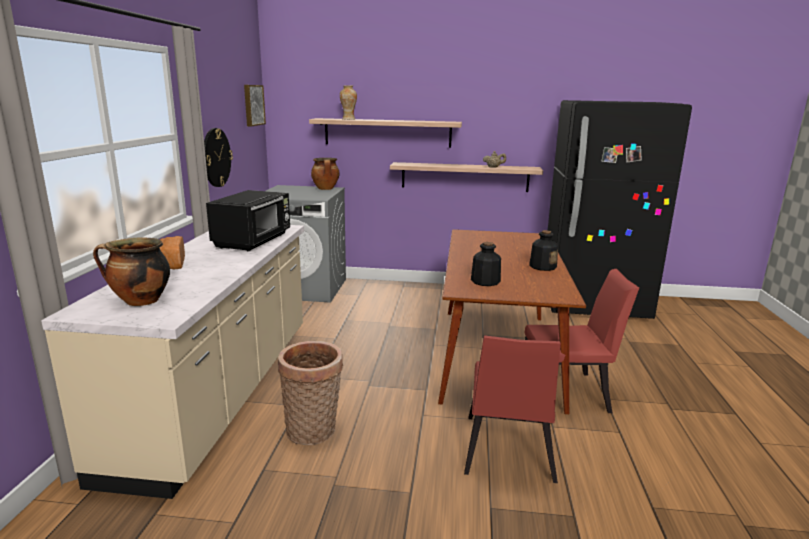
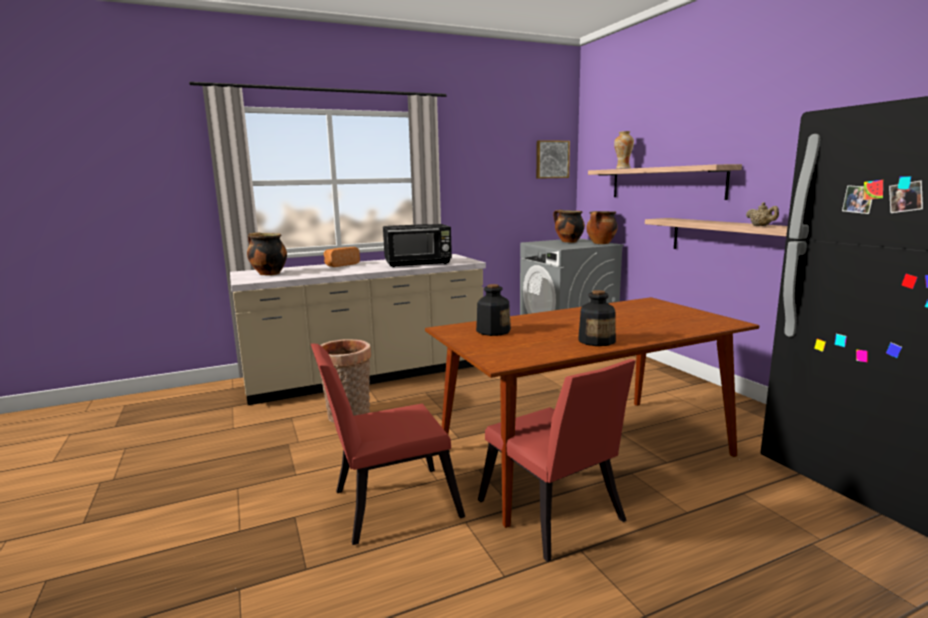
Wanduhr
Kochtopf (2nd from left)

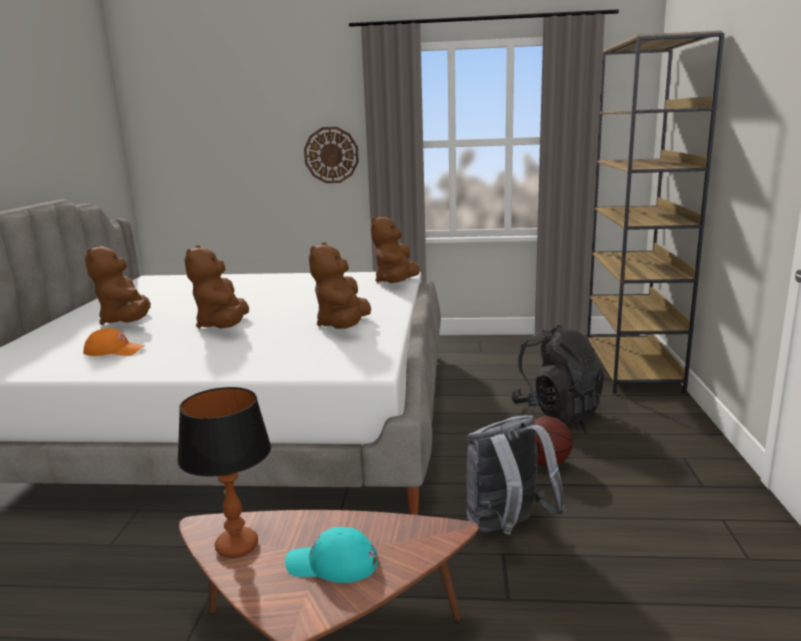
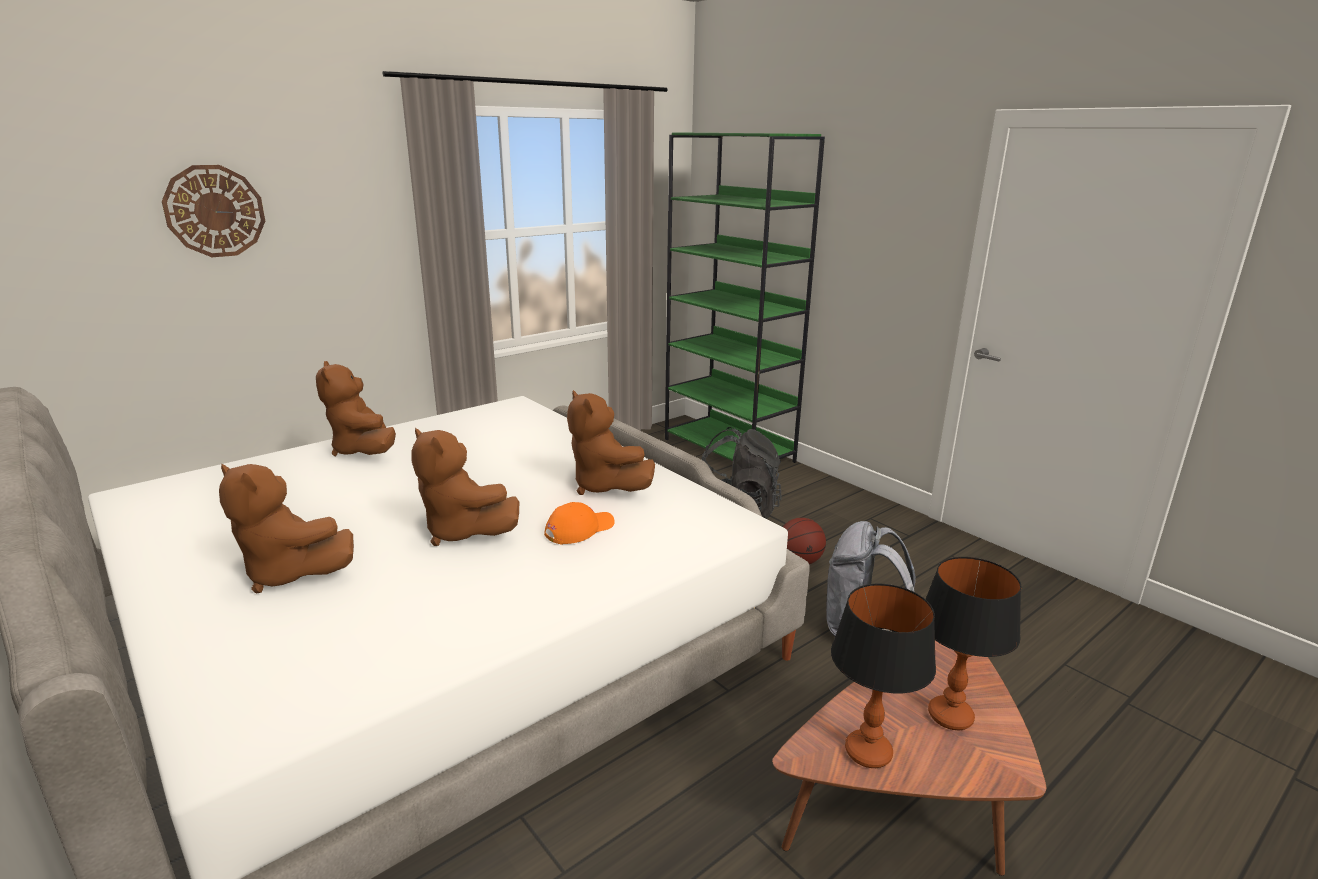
Bücherregal/grün
Wanduhr
Plüschtier/braun (2nd from left)
Kappe/orange
Tischlampe (2nd from left)

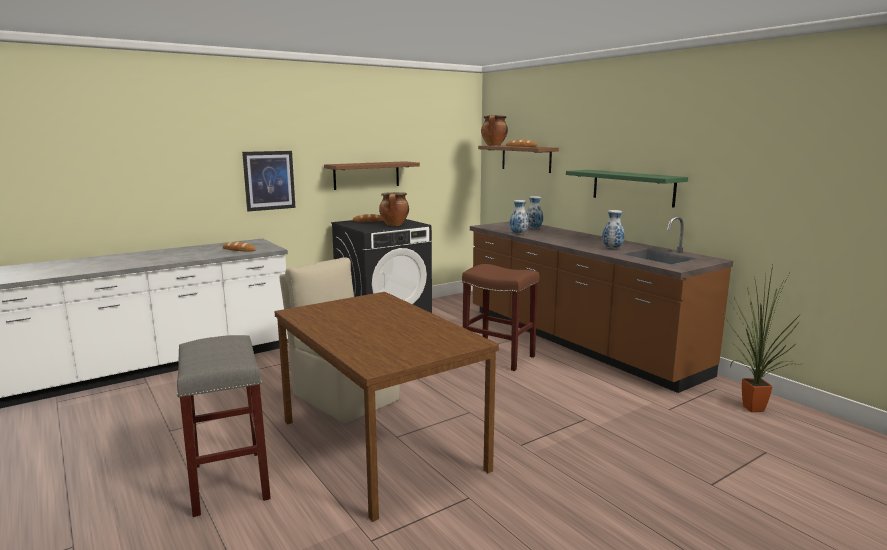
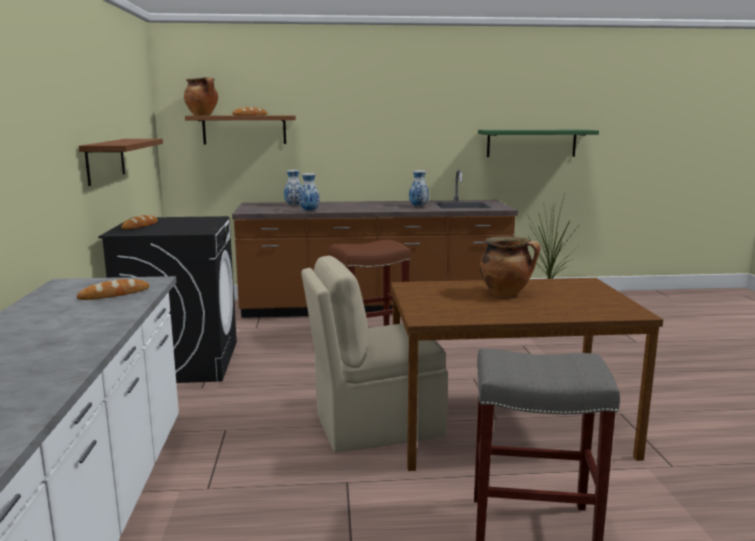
Bild
Wandregal/grün
Kochtopf (2nd from left)

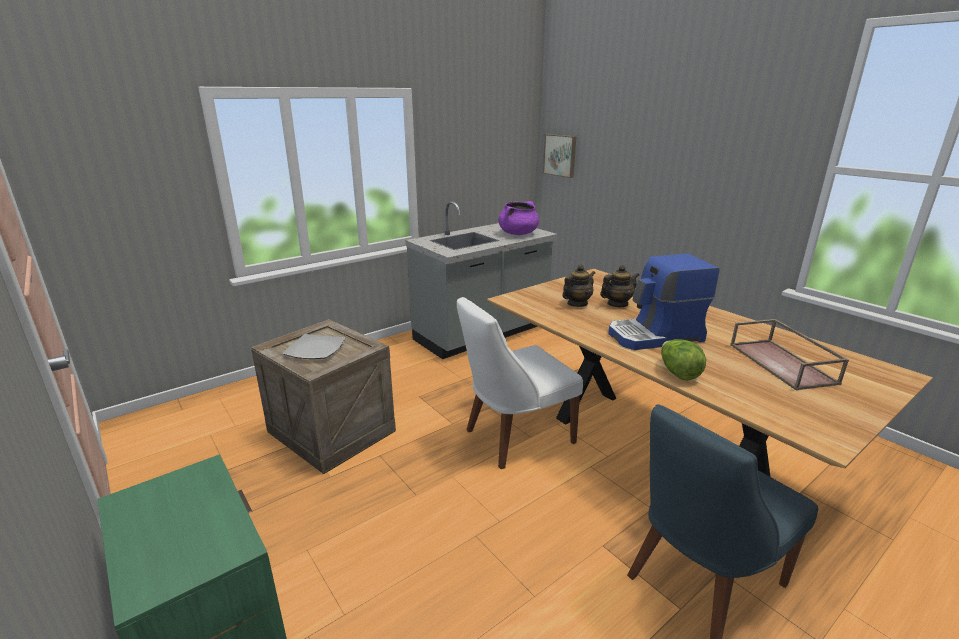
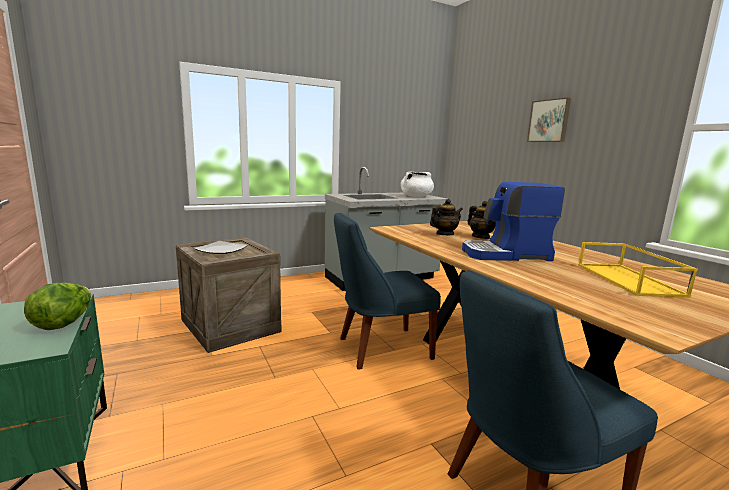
Bild
Kochtopf/weiß
Teekanne (2nd from left)
Stuhl/blau (1st from left)
Tablett/gelb
Salatkopf

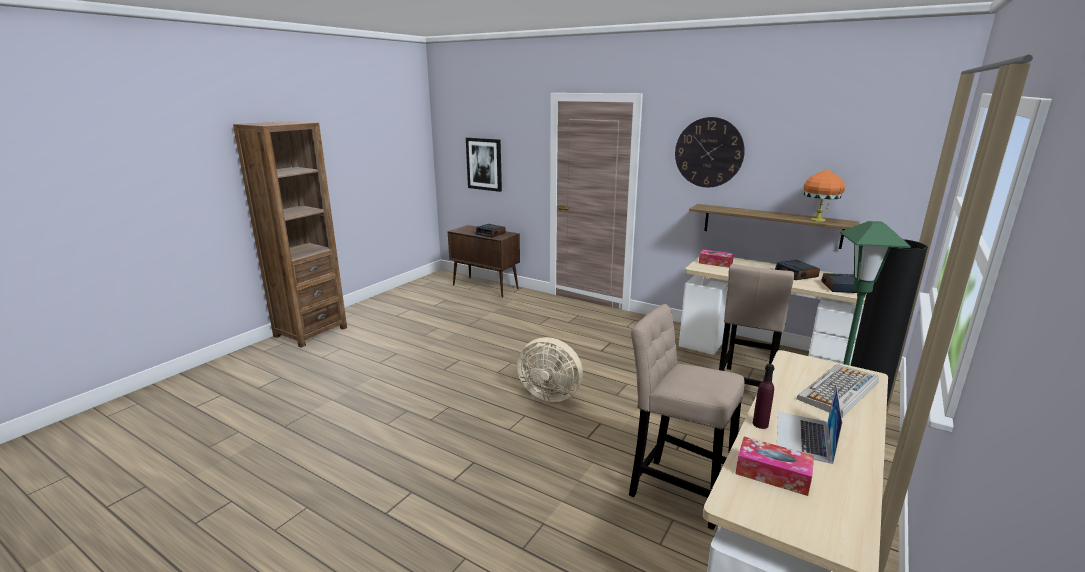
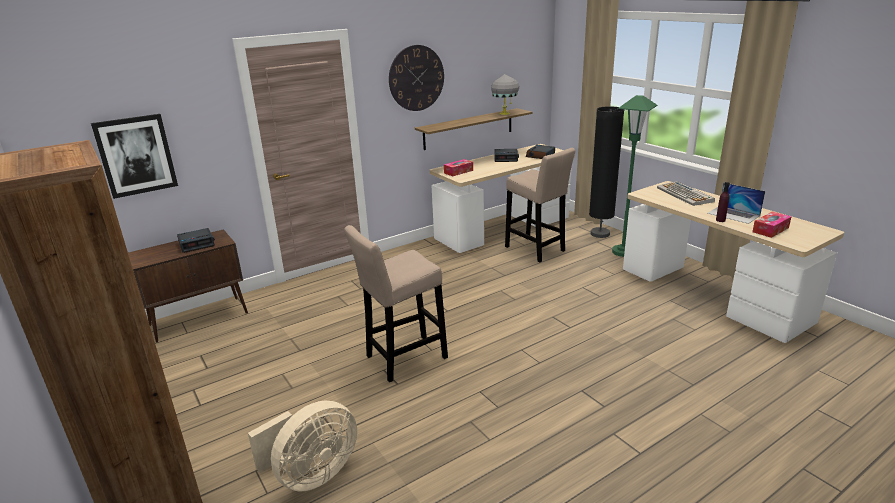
Tischlampe/grau
Hocker/beige (1st from left)
Ventilator/beige

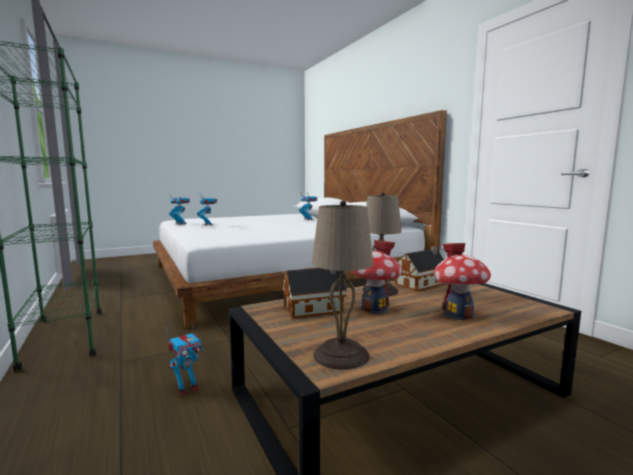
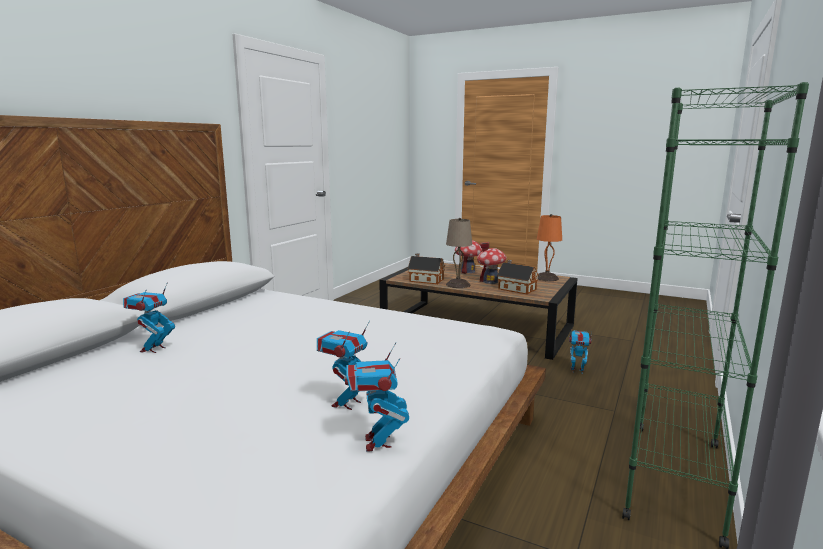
Tischlampe/orange

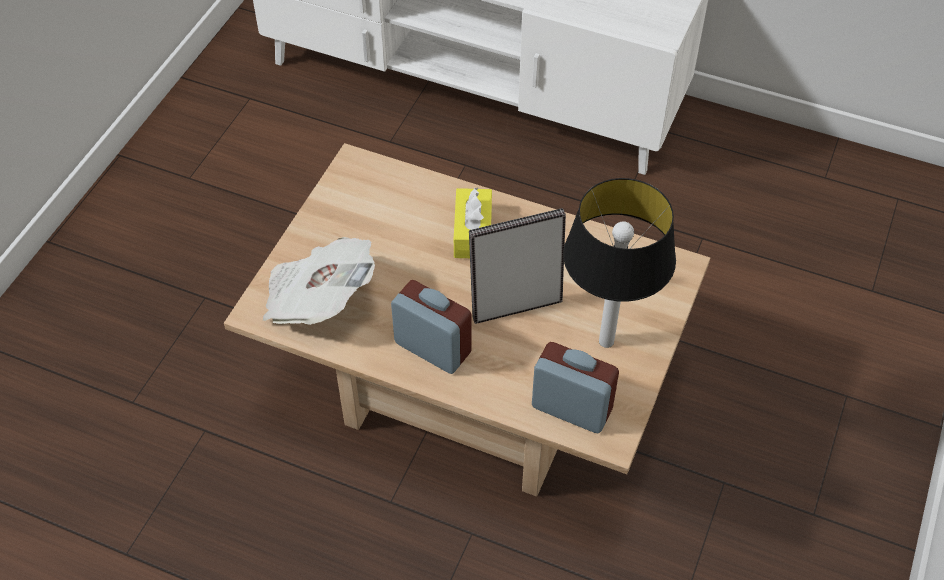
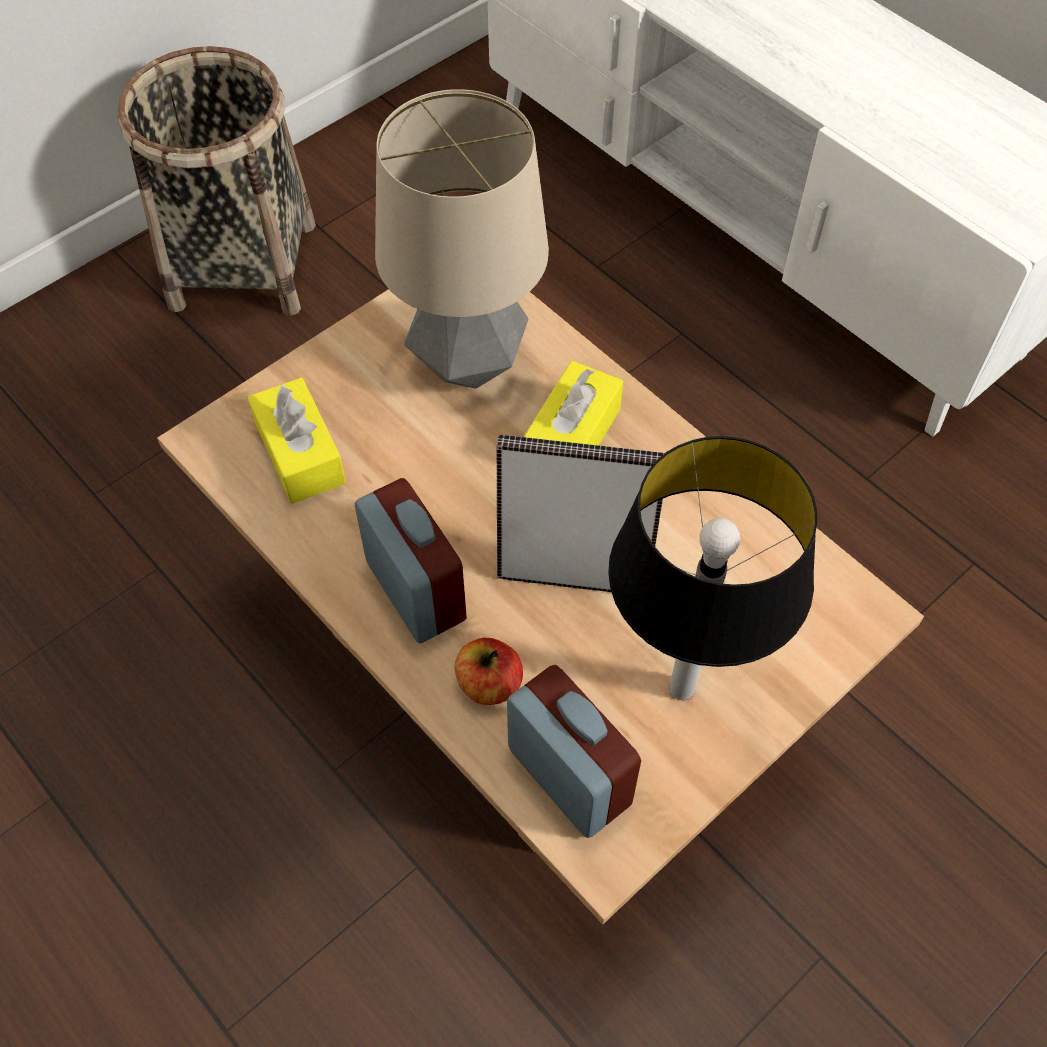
Taschentuchbox/gelb (1st from left)
Korb
Tischlampe (1st from left)
Apfel

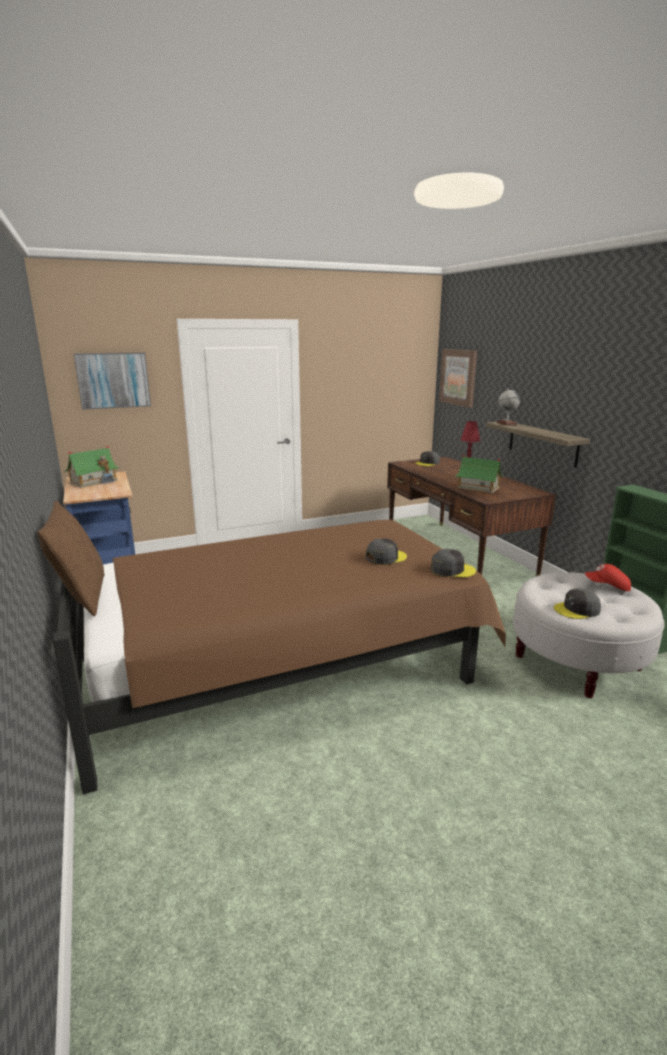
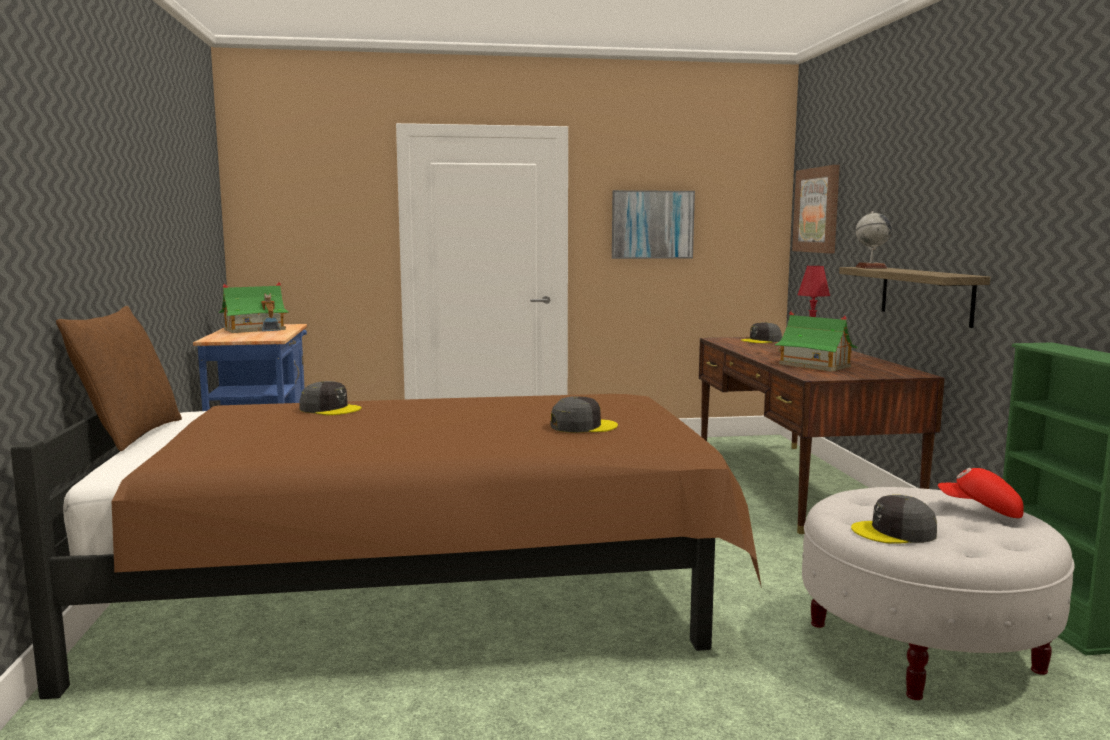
Bild (1st from left)
Kappe/grau (1st from left)

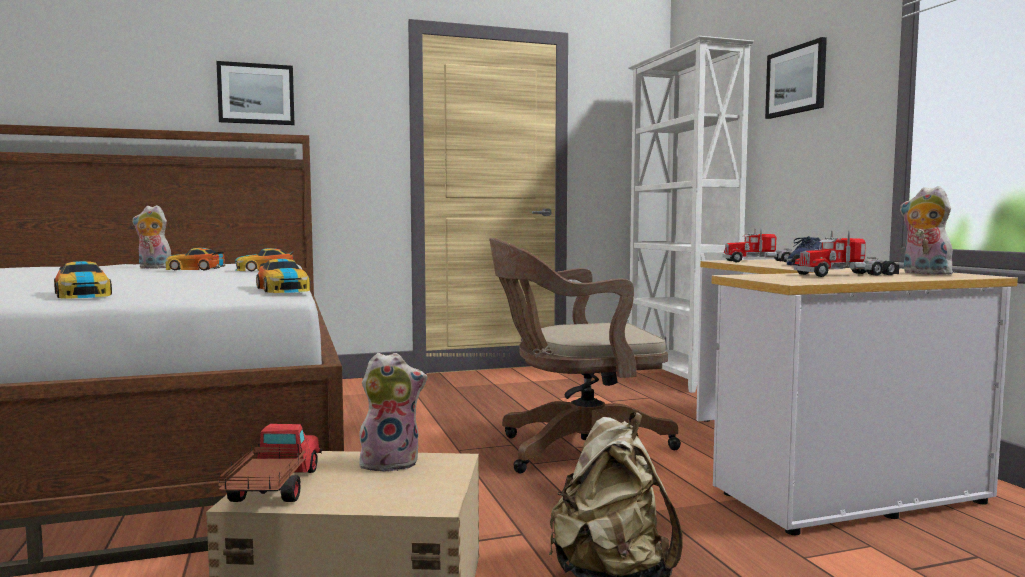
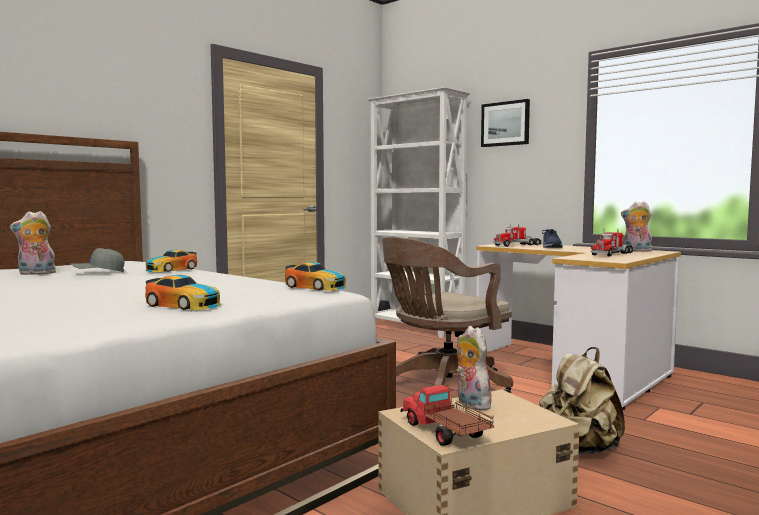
Bild (1st from left in the first image)
Kappe/grau
Plüschtier (2nd from left)

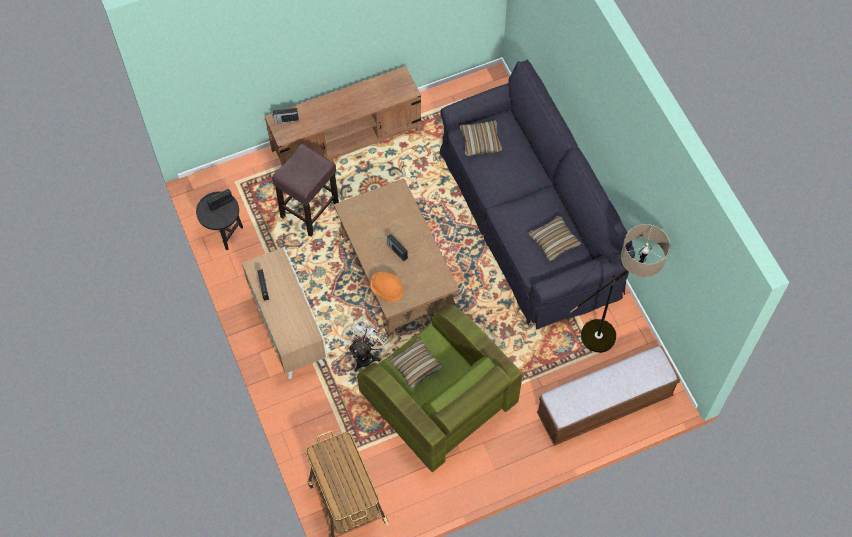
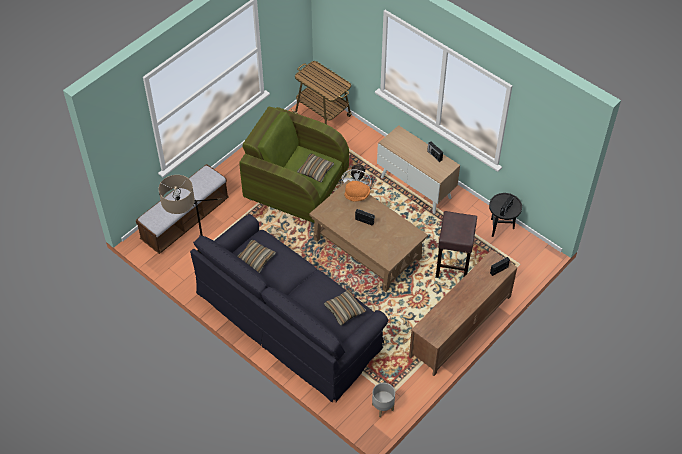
Pflanzkübel/grau

